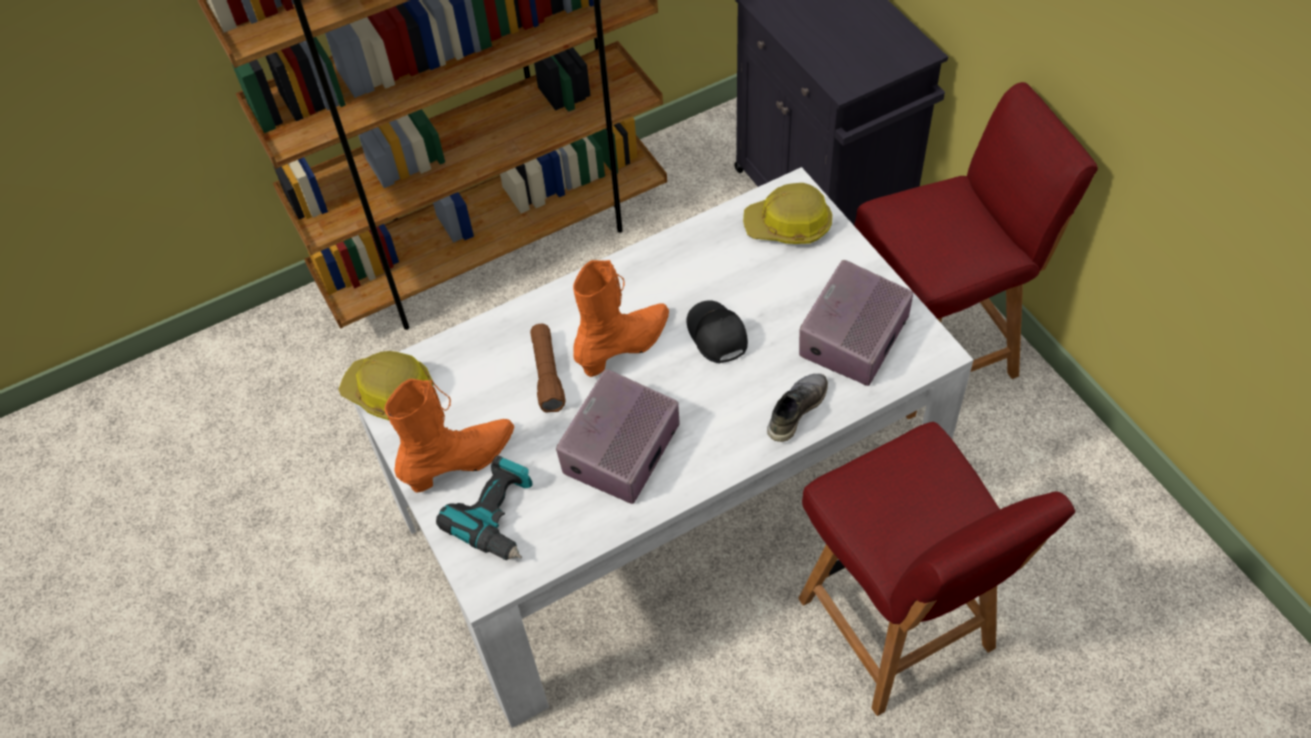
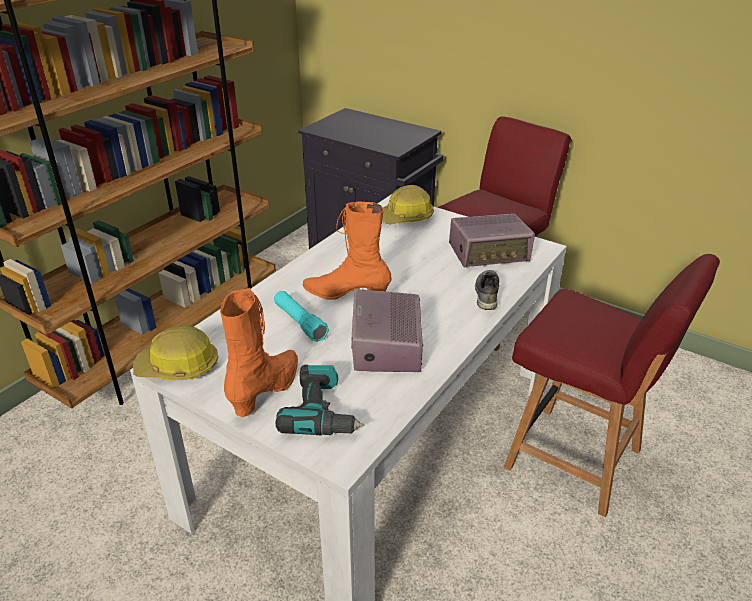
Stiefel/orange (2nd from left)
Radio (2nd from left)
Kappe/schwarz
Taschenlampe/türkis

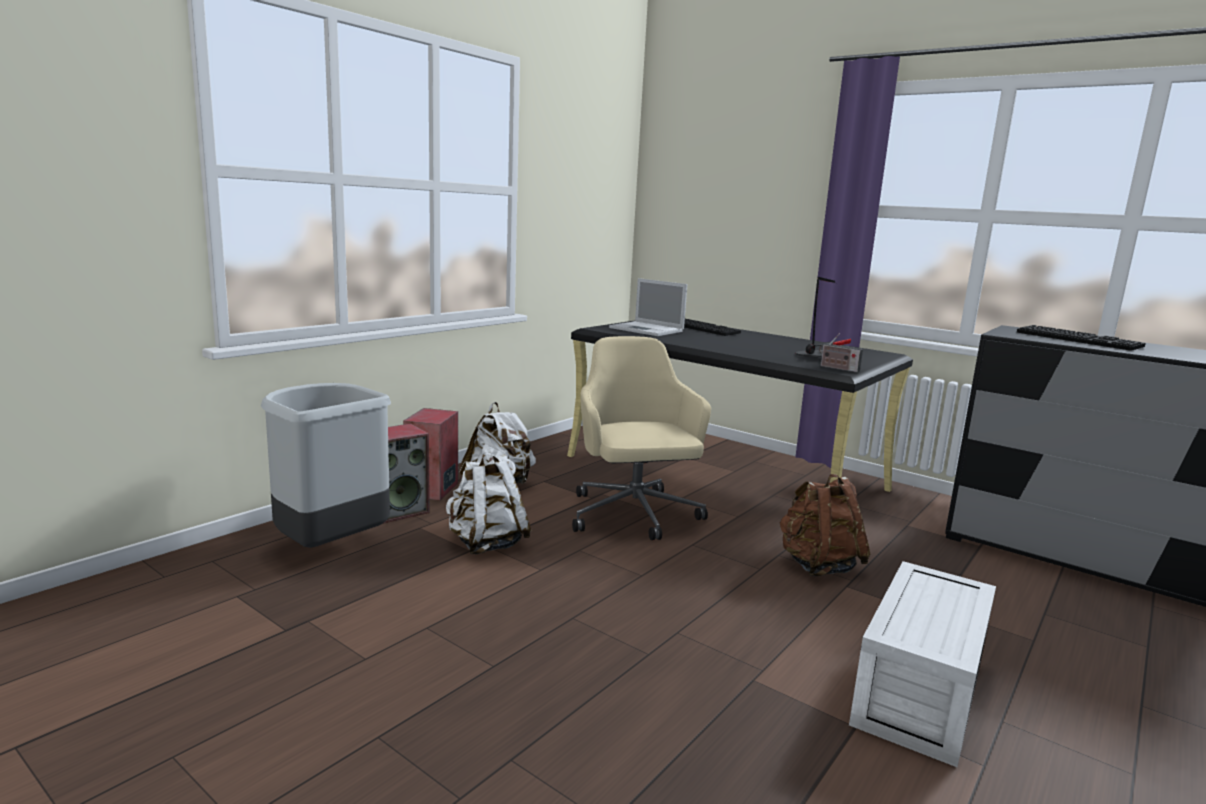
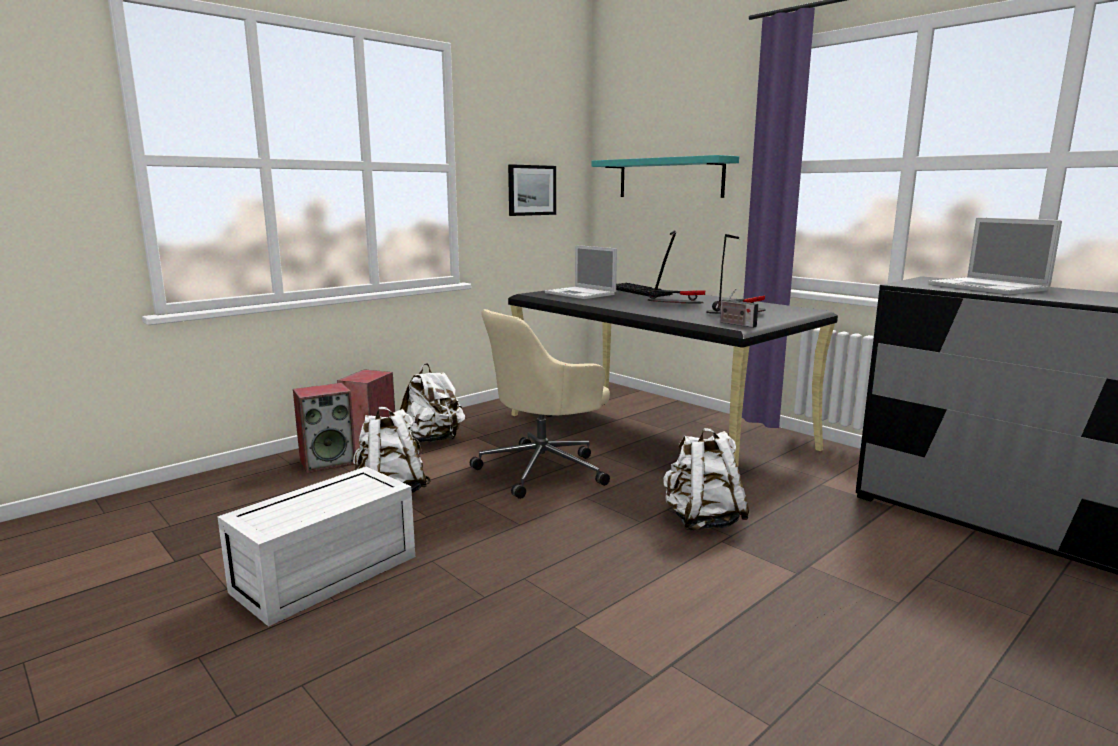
Laptop (2nd from left)
Bürostuhl/beige
Mülleimer/grau
Rucksack/weiß (3rd from left)
Aufbewahrungsbox/weiß
Wandregal/türkis
Bild
Tischlampe (1st from left)

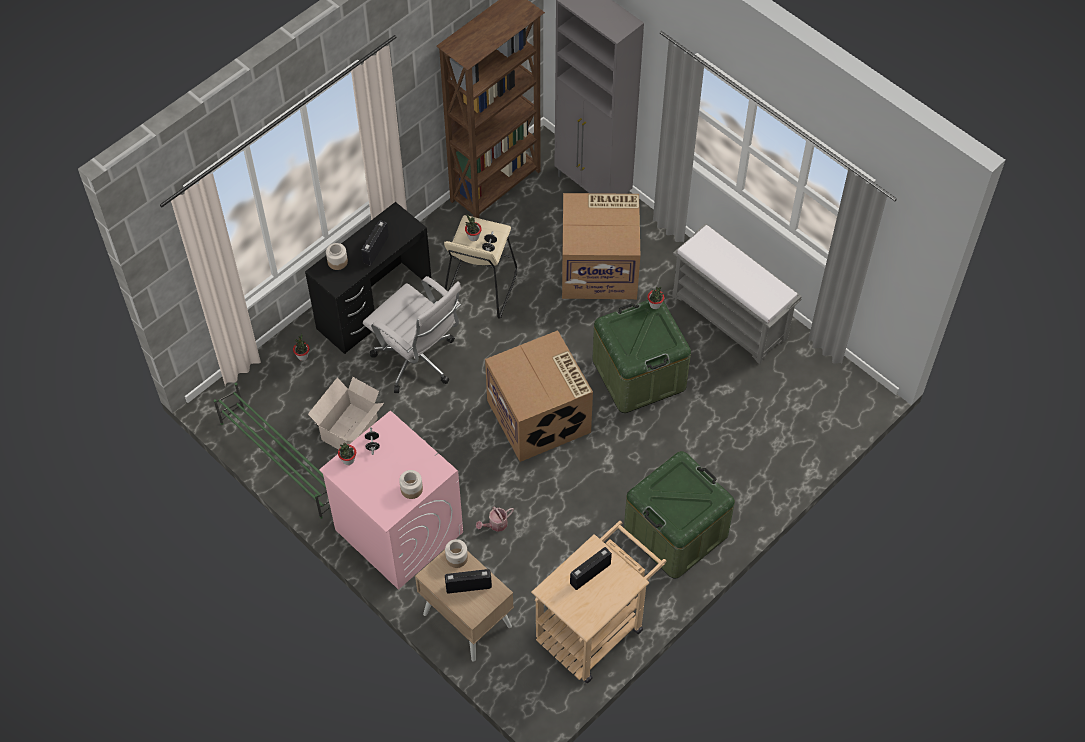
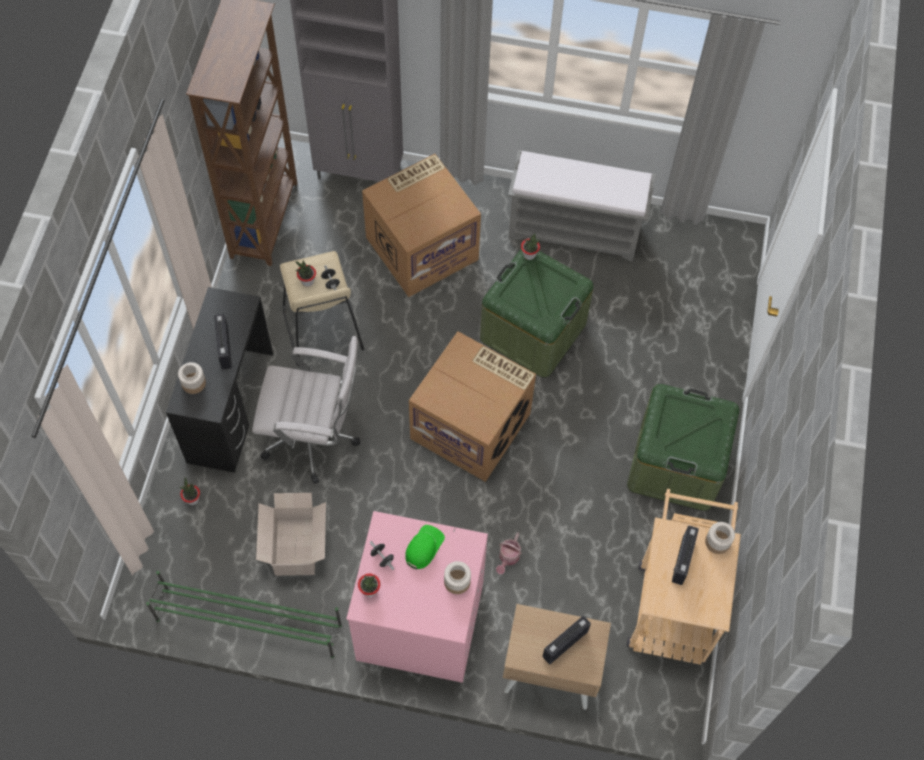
Vorratsglas (3rd from left)
Kappe/grün

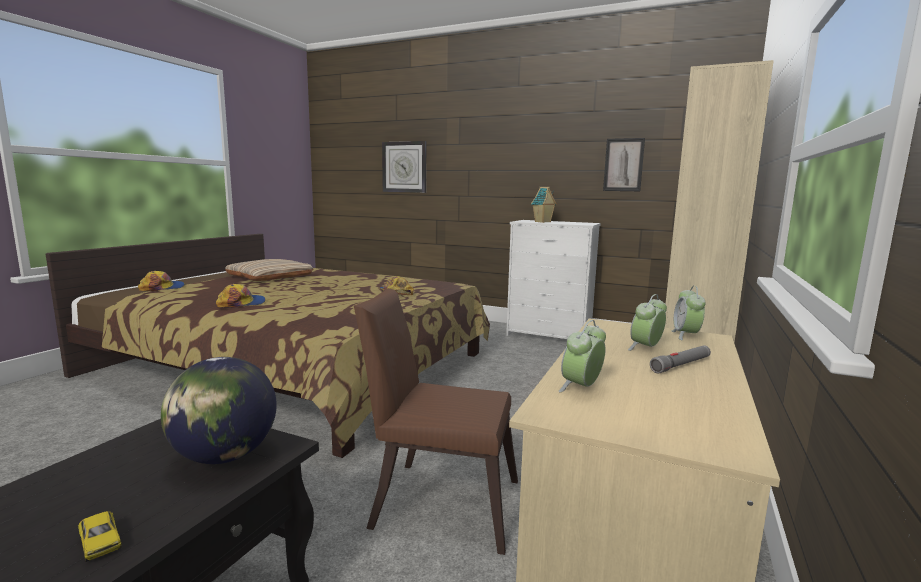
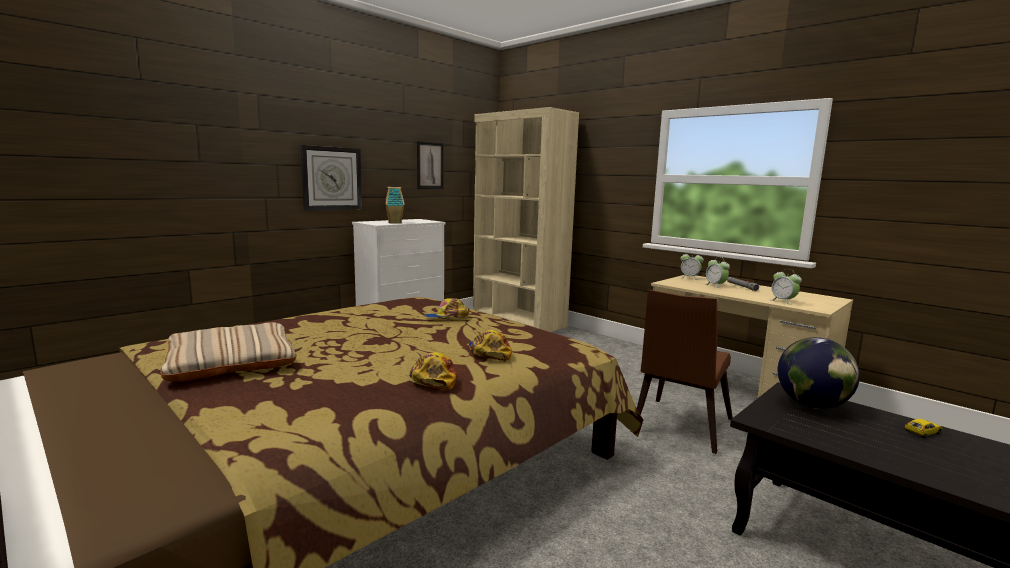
Wanduhr
Kappe (3rd from left)

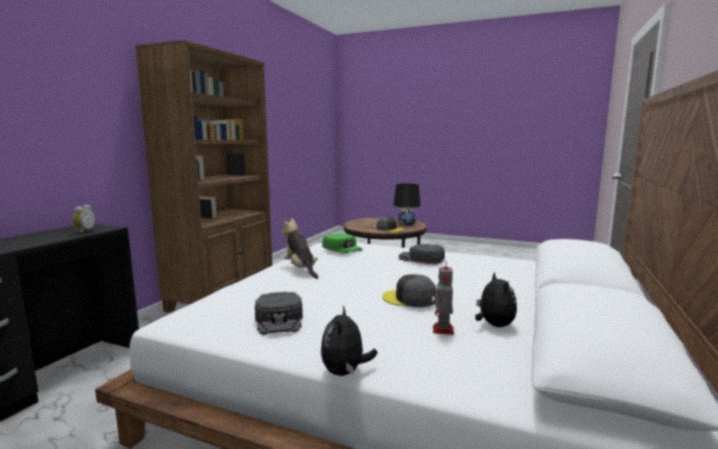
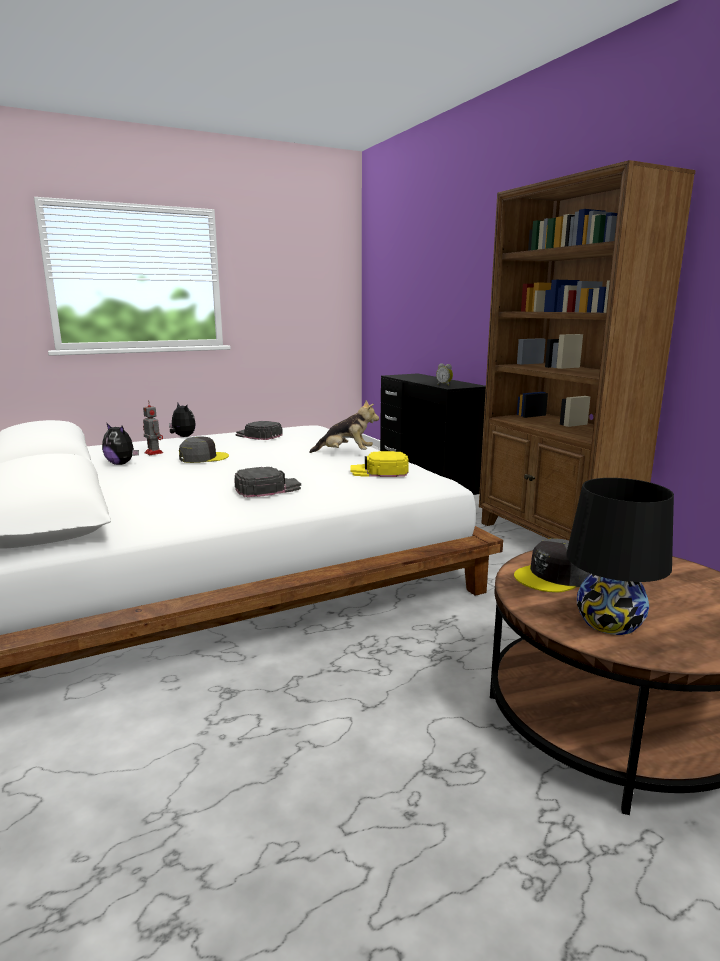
Kappe/gelb

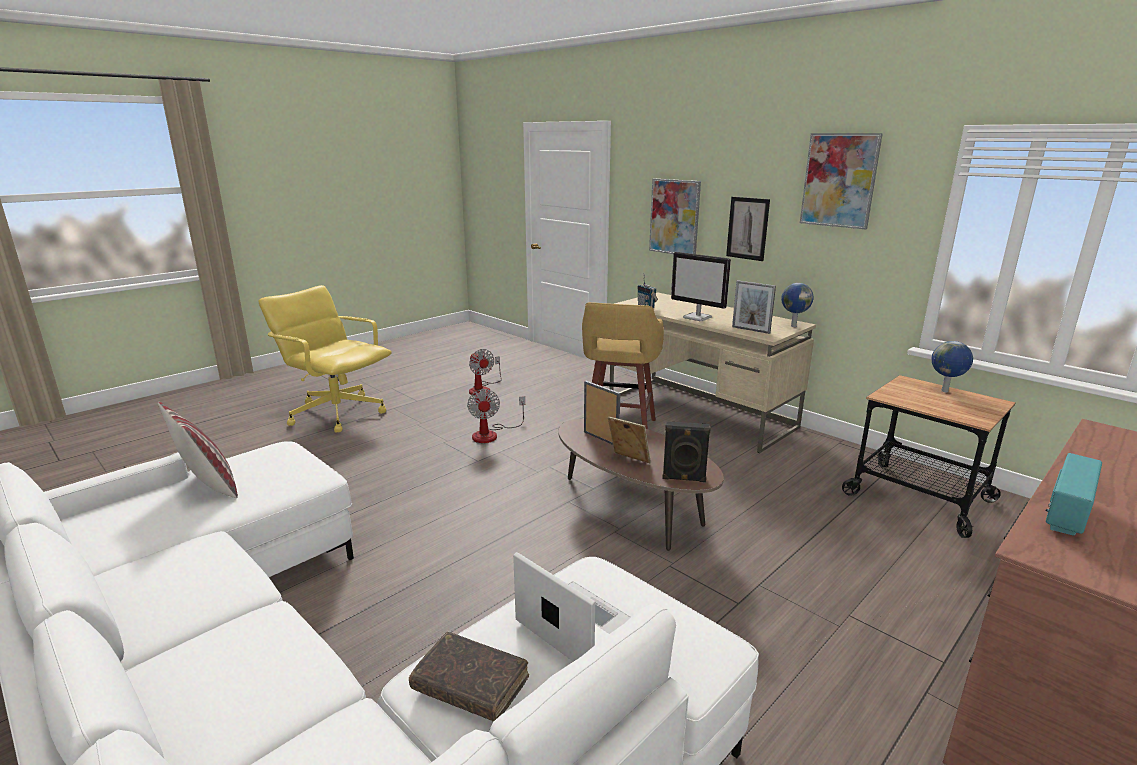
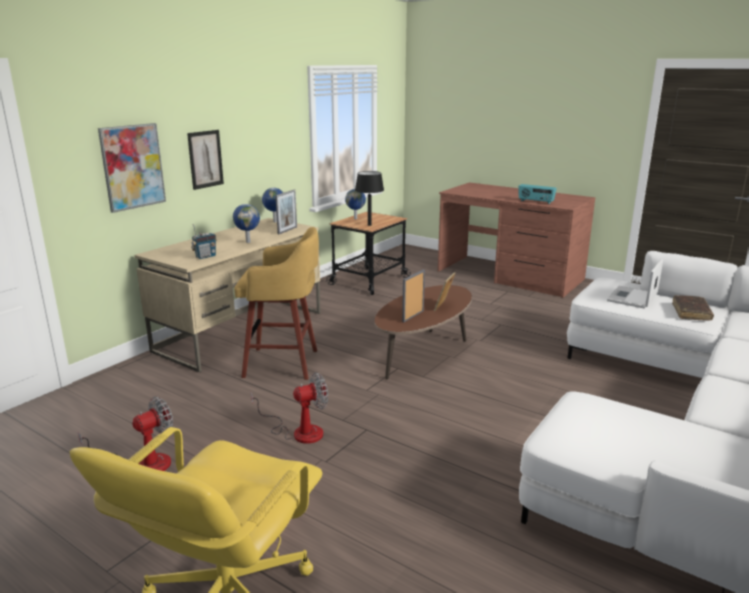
Bild (3rd from left in the first image)
Globus (1st from left)
Kissen
Lautsprecher/schwarz
Tischlampe/schwarz

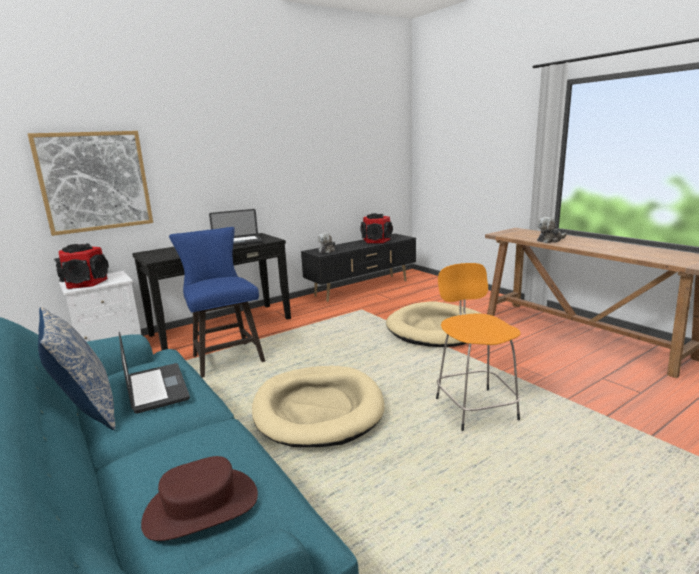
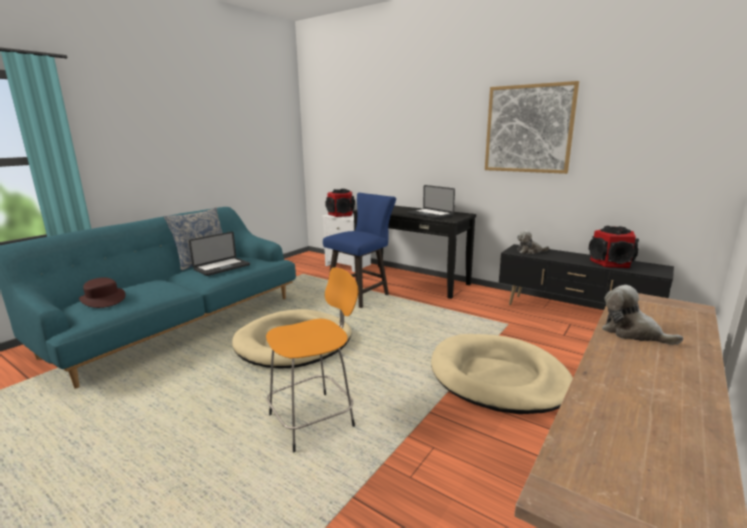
Bild

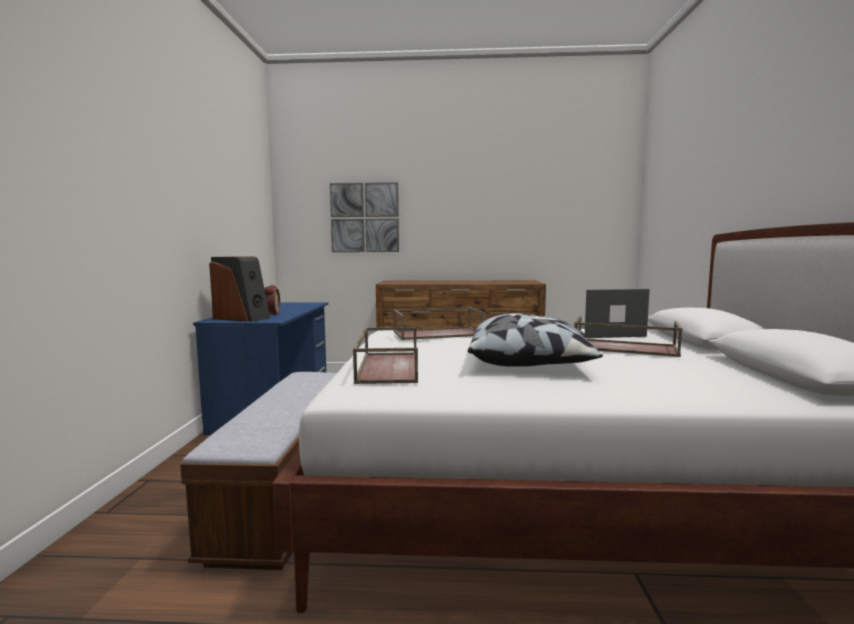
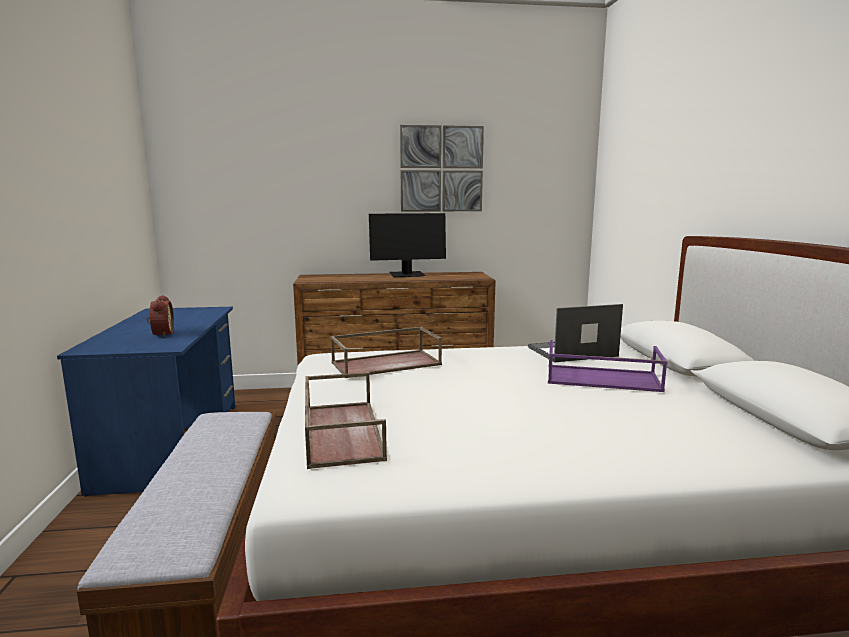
Bild
Lautsprecher
Kissen
Tablett/lila
Monitor

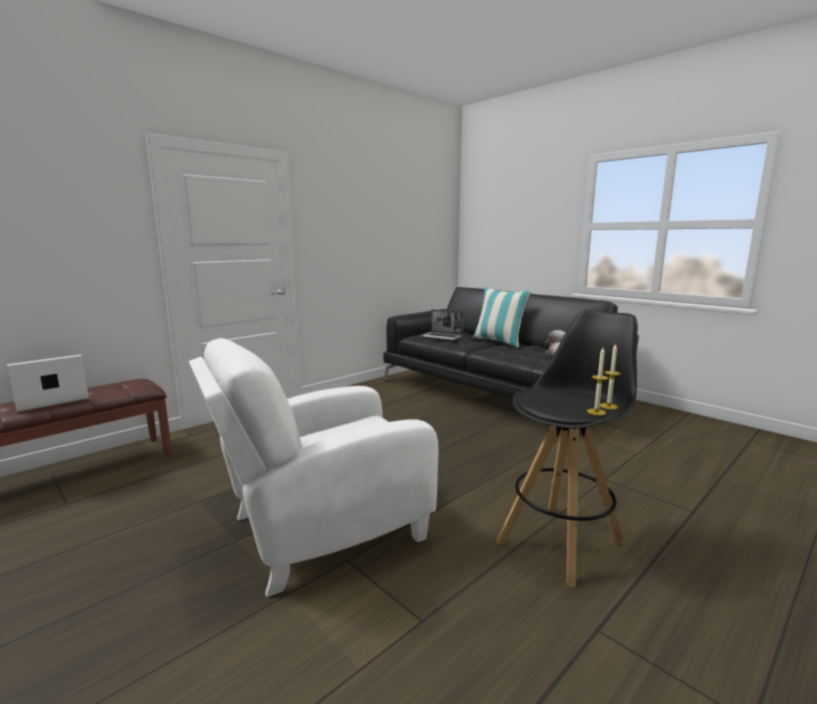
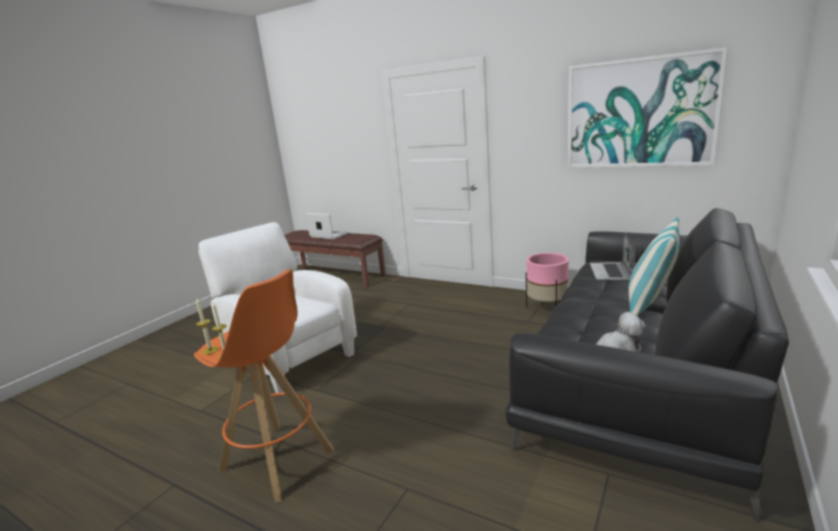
Hocker/orange
Bild
Pflanzkübel/rosa

